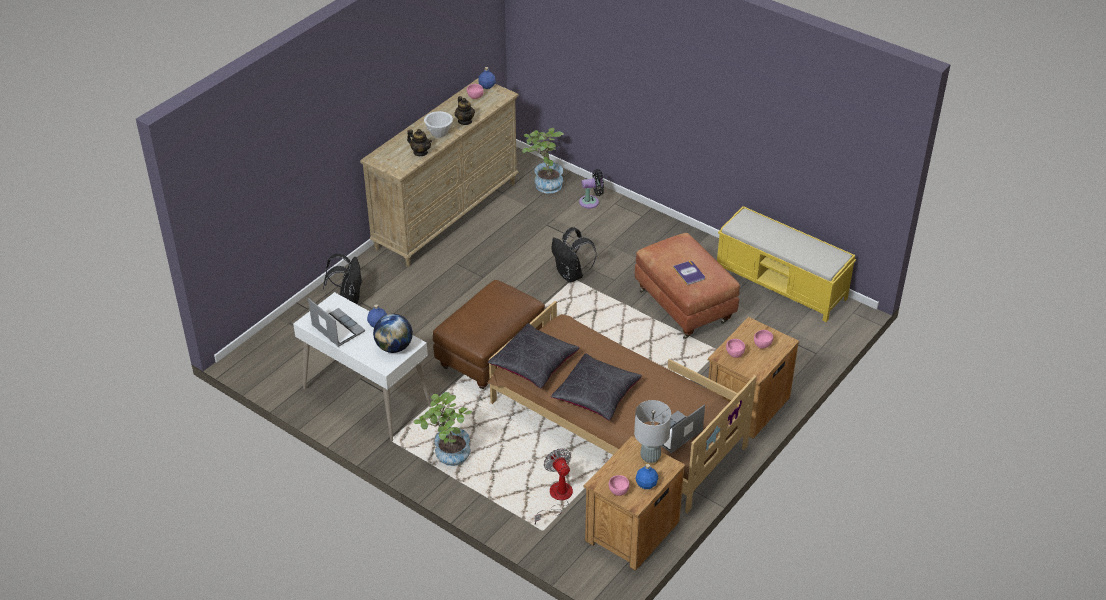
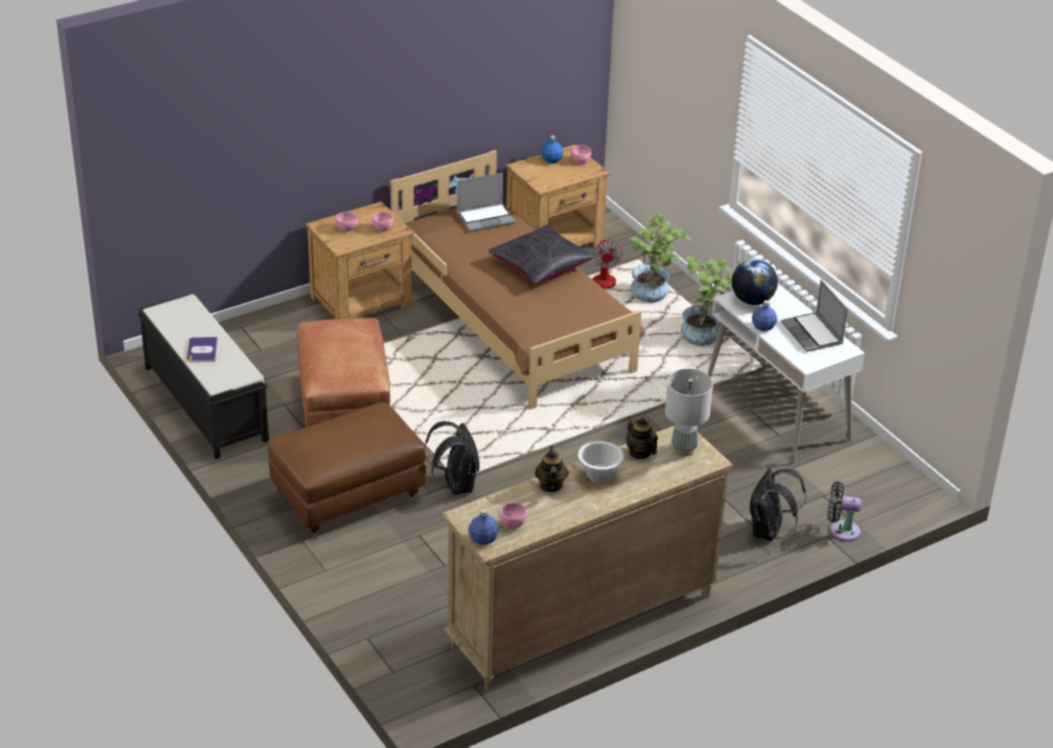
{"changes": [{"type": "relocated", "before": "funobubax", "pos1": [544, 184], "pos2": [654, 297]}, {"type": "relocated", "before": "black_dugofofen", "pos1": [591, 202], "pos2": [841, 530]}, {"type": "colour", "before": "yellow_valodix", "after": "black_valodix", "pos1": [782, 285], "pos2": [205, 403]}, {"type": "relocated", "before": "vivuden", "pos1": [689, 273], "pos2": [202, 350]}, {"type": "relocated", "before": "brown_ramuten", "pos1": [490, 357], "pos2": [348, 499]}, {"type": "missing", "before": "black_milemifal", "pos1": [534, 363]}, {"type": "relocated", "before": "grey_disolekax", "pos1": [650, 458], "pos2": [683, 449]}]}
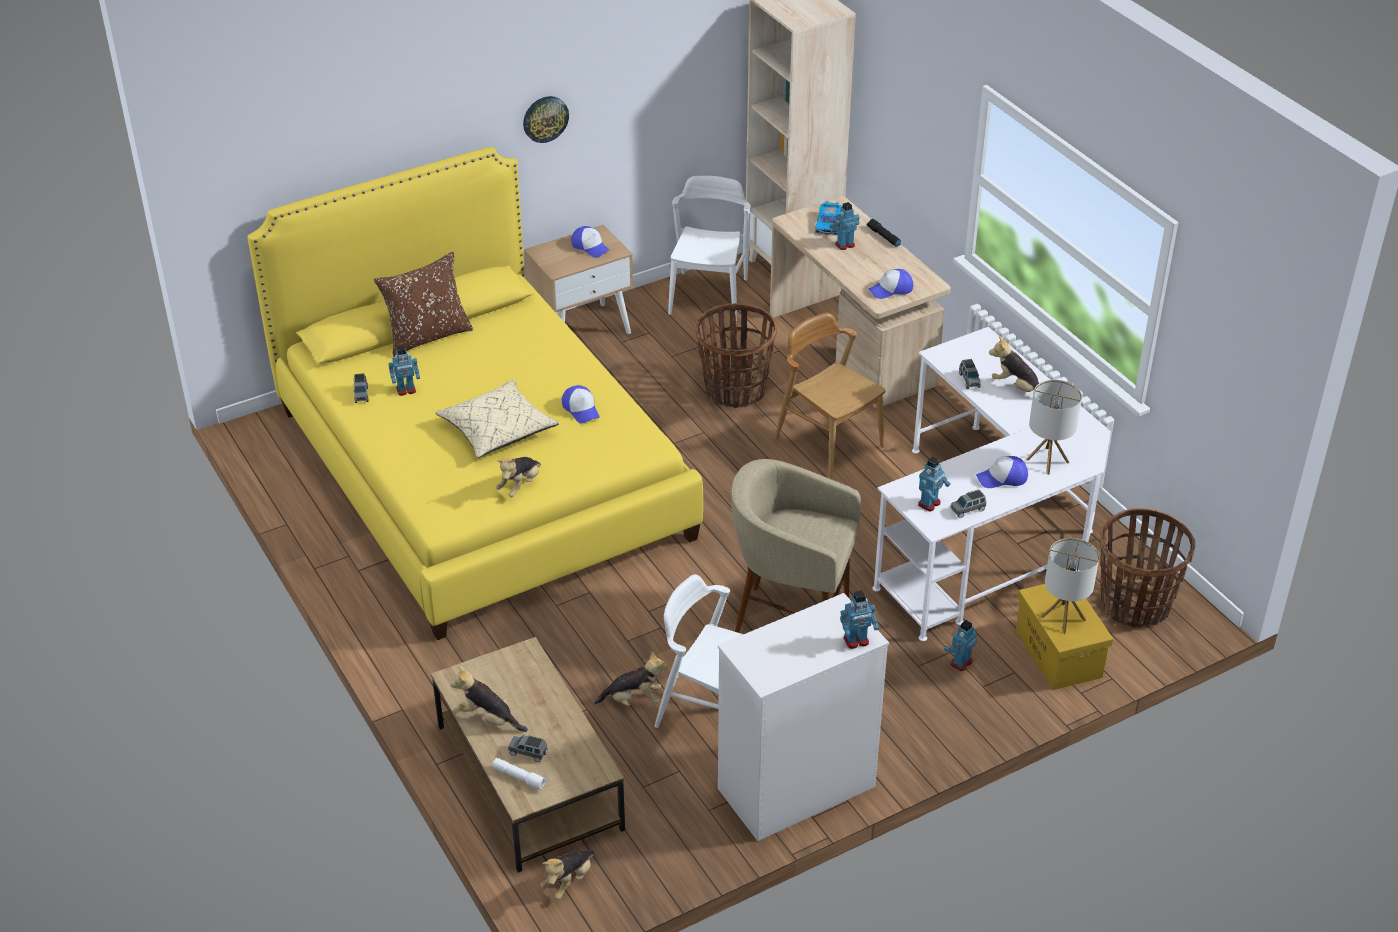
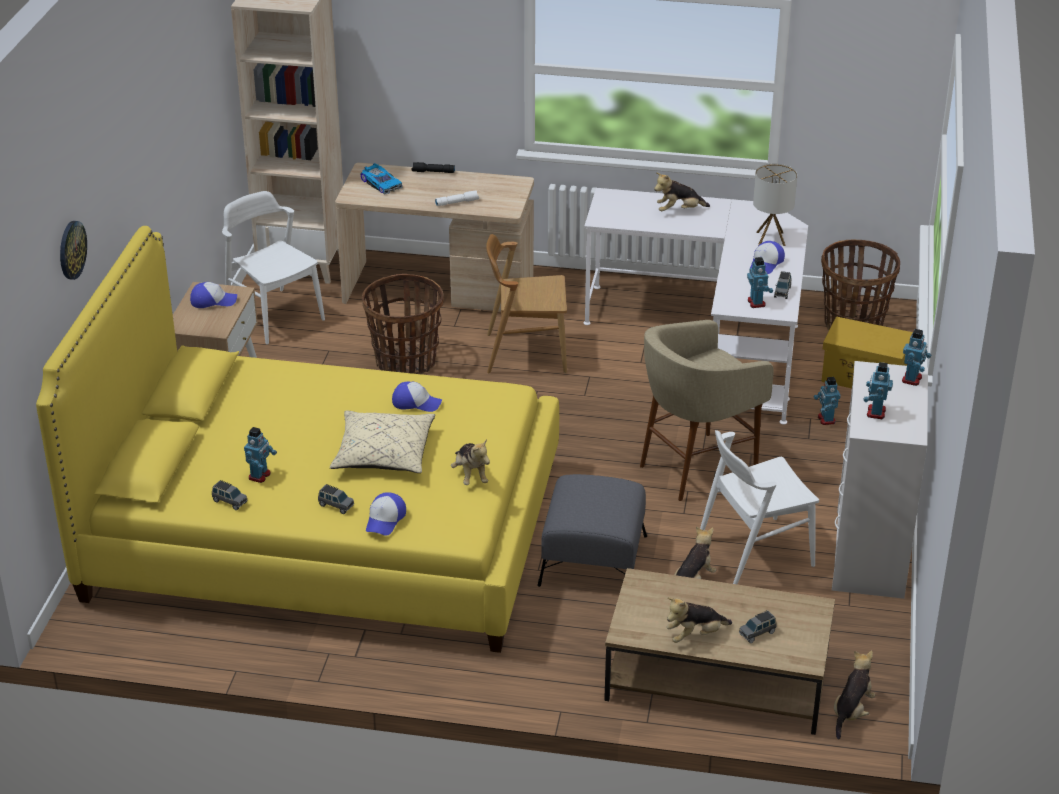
{"changes": [{"type": "relocated", "before": "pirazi", "pos1": [545, 118], "pos2": [71, 250]}, {"type": "relocated", "before": "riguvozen", "pos1": [844, 244], "pos2": [875, 412]}, {"type": "missing", "before": "brown_milemifal", "pos1": [427, 336]}, {"type": "relocated", "before": "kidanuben", "pos1": [891, 289], "pos2": [385, 520]}, {"type": "relocated", "before": "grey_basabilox", "pos1": [969, 380], "pos2": [335, 506]}, {"type": "missing", "before": "disolekax", "pos1": [1063, 618]}, {"type": "relocated", "before": "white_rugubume", "pos1": [520, 777], "pos2": [457, 202]}, {"type": "spun", "before": "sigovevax", "pos1": [568, 881], "pos2": [851, 712], "turn": -135}, {"type": "appeared", "after": "grey_ramuten", "pos2": [594, 560]}]}
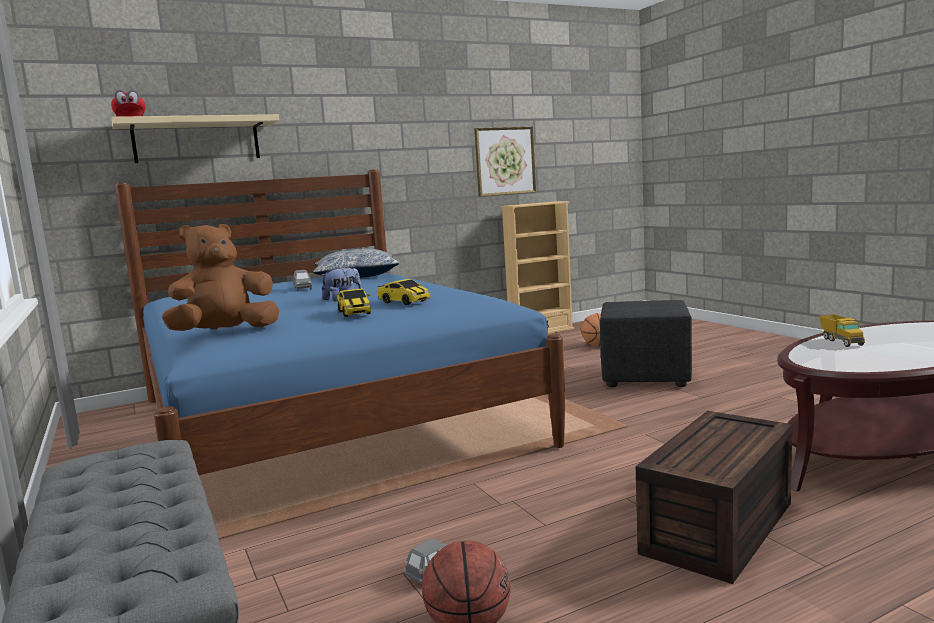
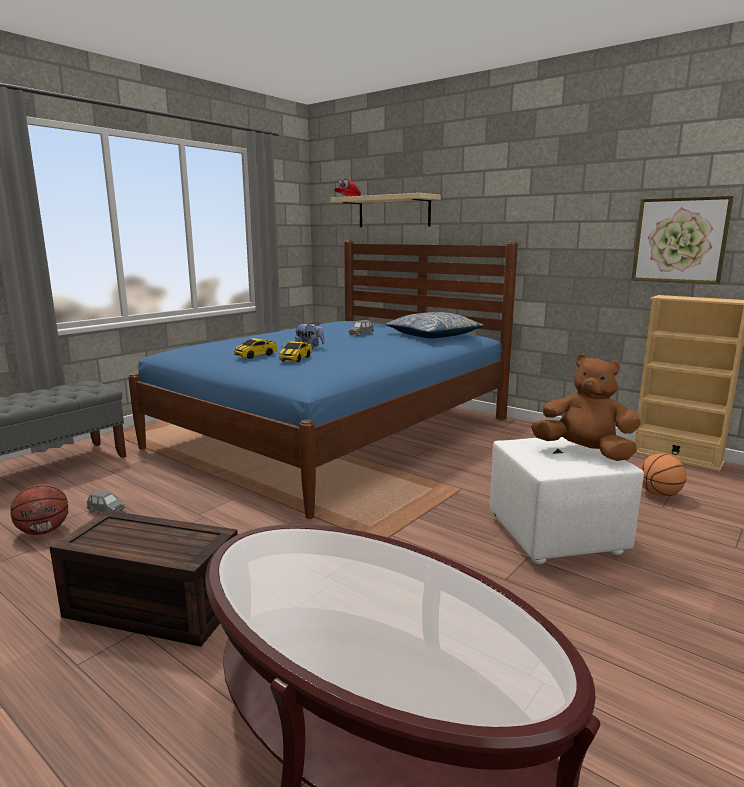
{"changes": [{"type": "relocated", "before": "brown_sigovevax", "pos1": [225, 333], "pos2": [584, 452]}, {"type": "colour", "before": "black_ramuten", "after": "white_ramuten", "pos1": [646, 376], "pos2": [557, 536]}, {"type": "missing", "before": "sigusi", "pos1": [841, 341]}]}
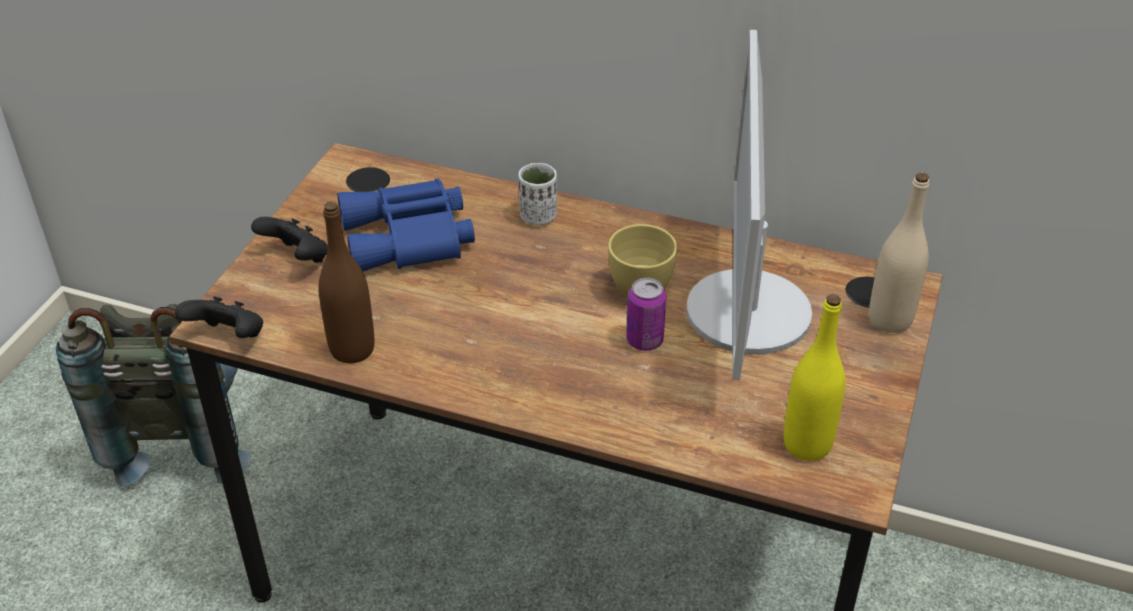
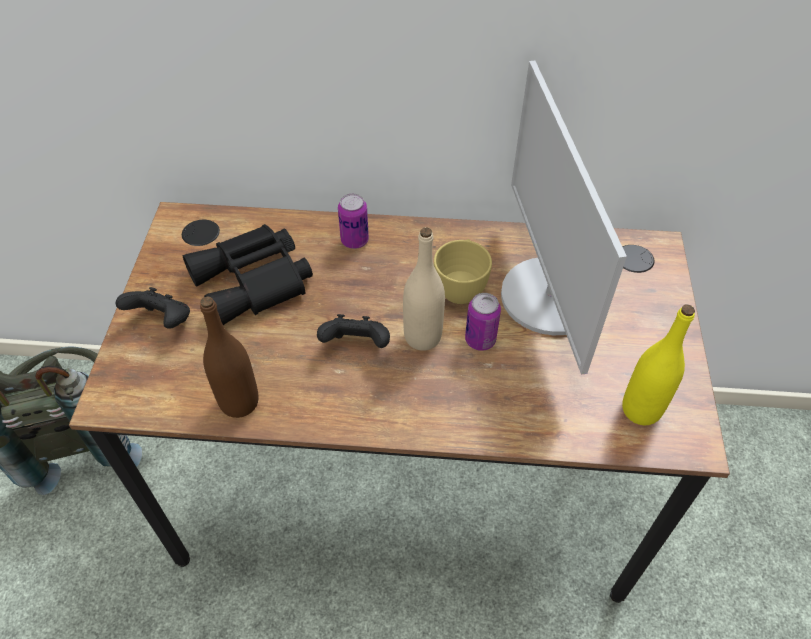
{"changes": [{"type": "exchanged", "before": "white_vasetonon", "after": "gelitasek", "pos1": [538, 216], "pos2": [354, 240]}, {"type": "relocated", "before": "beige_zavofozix", "pos1": [890, 319], "pos2": [422, 337]}, {"type": "colour", "before": "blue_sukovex", "after": "black_sukovex", "pos1": [410, 239], "pos2": [255, 282]}, {"type": "relocated", "before": "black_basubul", "pos1": [229, 337], "pos2": [356, 345]}]}
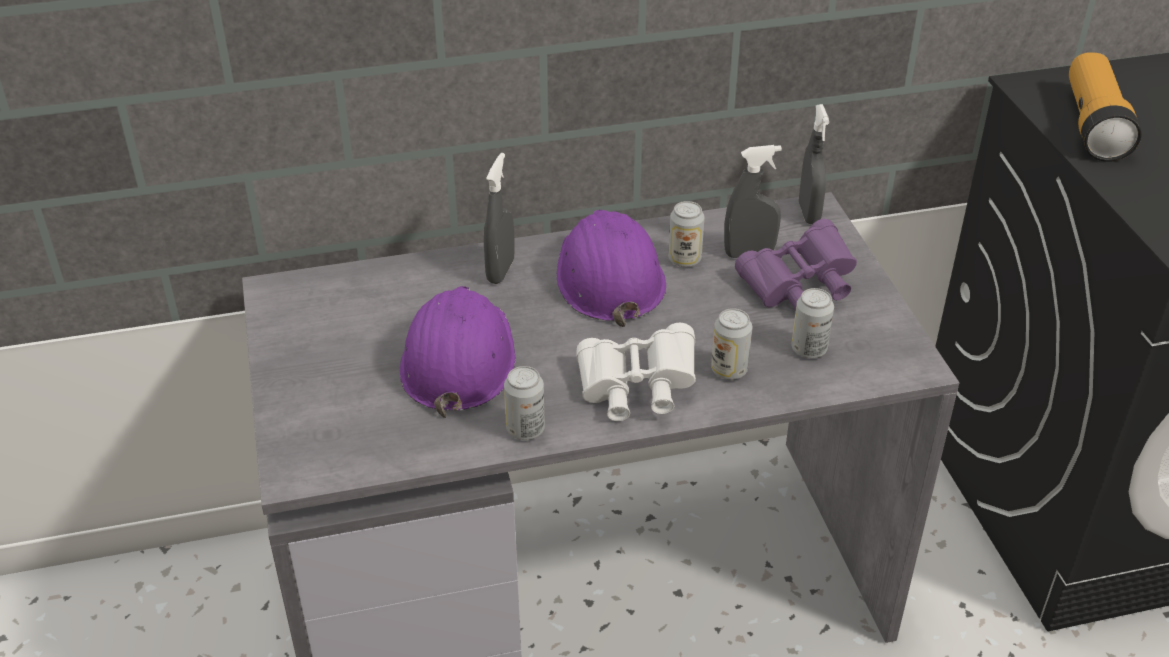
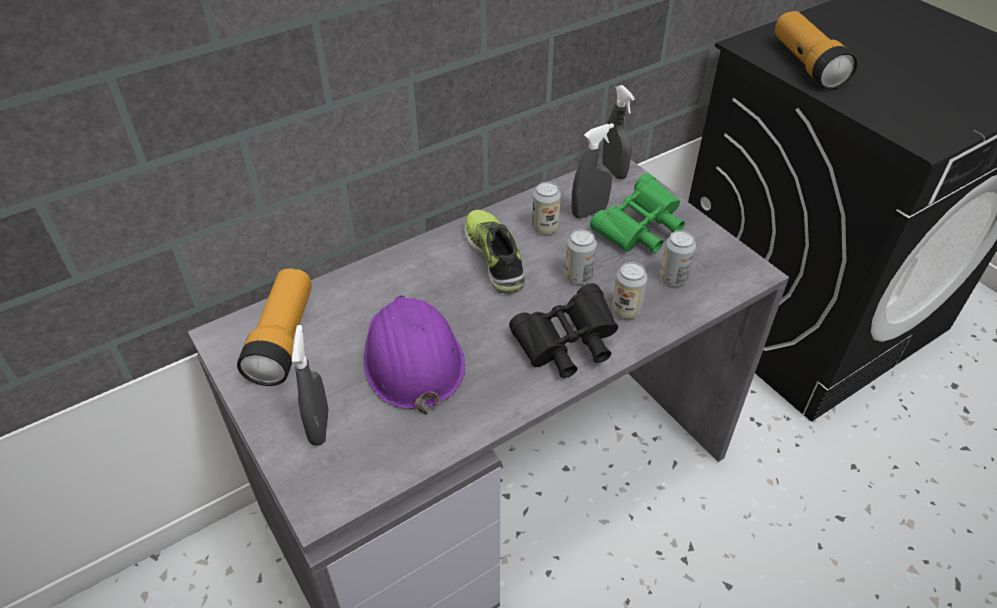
{"changes": [{"type": "relocated", "before": "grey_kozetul", "pos1": [500, 271], "pos2": [319, 427]}, {"type": "exchanged", "before": "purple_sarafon", "after": "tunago", "pos1": [608, 278], "pos2": [496, 257]}, {"type": "colour", "before": "purple_sukovex", "after": "green_sukovex", "pos1": [798, 288], "pos2": [639, 231]}, {"type": "colour", "before": "white_sukovex", "after": "black_sukovex", "pos1": [636, 390], "pos2": [566, 346]}, {"type": "relocated", "before": "gelitasek", "pos1": [525, 429], "pos2": [578, 277]}, {"type": "appeared", "after": "rugubume", "pos2": [283, 339]}]}
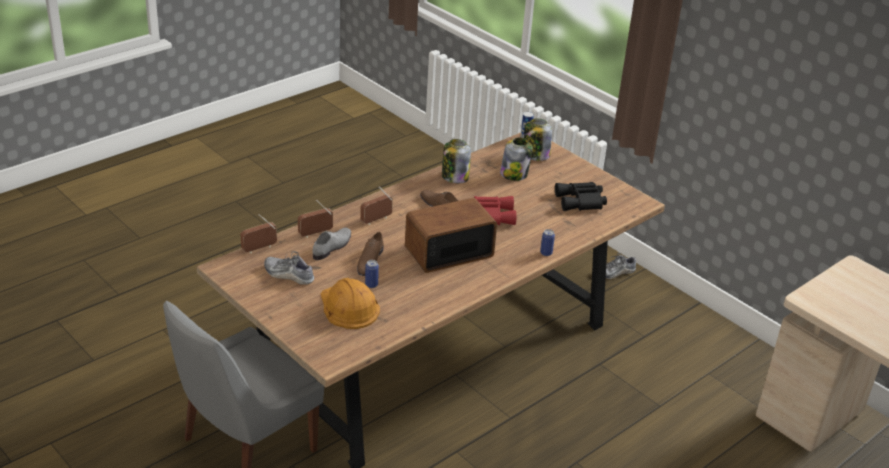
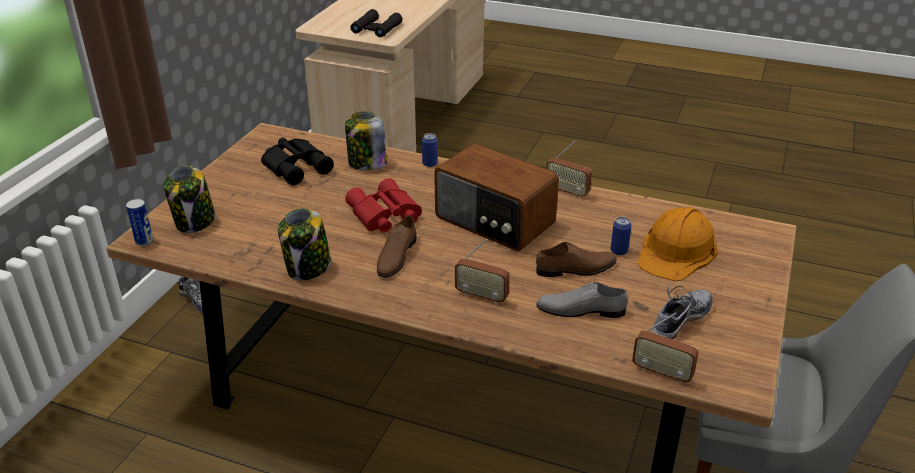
{"changes": [{"type": "relocated", "before": "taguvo", "pos1": [514, 174], "pos2": [366, 164]}, {"type": "relocated", "before": "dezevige", "pos1": [315, 233], "pos2": [567, 191]}, {"type": "spun", "before": "tunago", "pos1": [289, 275], "pos2": [680, 320], "turn": -135}, {"type": "appeared", "after": "black_sukovex", "pos2": [376, 29]}]}
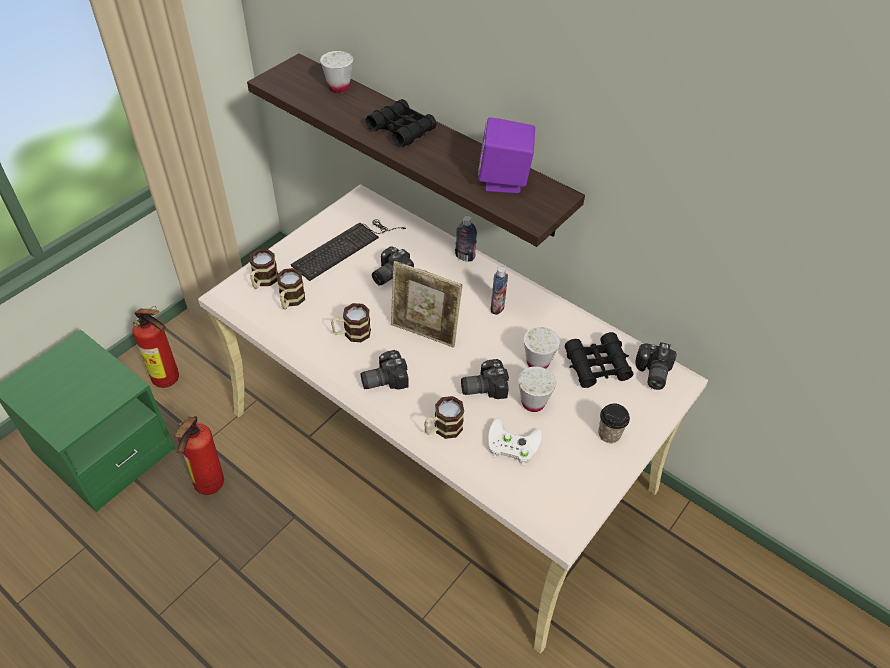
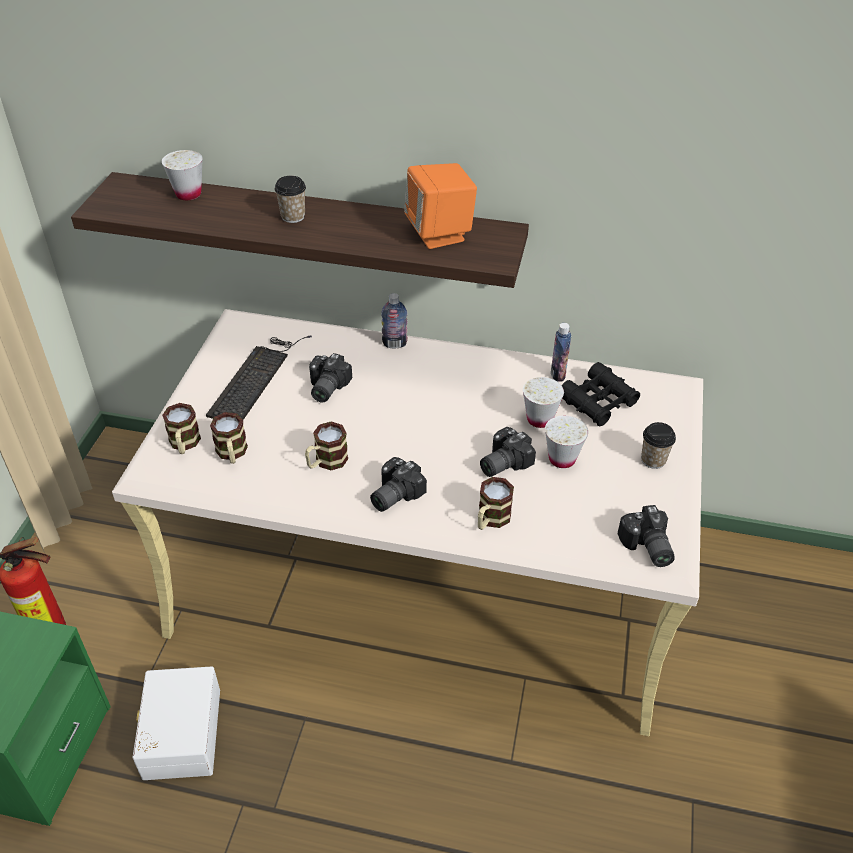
{"changes": [{"type": "exchanged", "before": "black_sukovex", "after": "vasetonon", "pos1": [401, 130], "pos2": [293, 216]}, {"type": "colour", "before": "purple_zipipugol", "after": "orange_zipipugol", "pos1": [504, 180], "pos2": [439, 234]}, {"type": "missing", "before": "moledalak", "pos1": [424, 333]}, {"type": "relocated", "before": "zavofozix", "pos1": [497, 307], "pos2": [558, 374]}, {"type": "relocated", "before": "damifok", "pos1": [651, 373], "pos2": [646, 548]}, {"type": "exchanged", "before": "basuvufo", "after": "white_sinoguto", "pos1": [208, 487], "pos2": [179, 733]}, {"type": "missing", "before": "white_basubul", "pos1": [511, 444]}]}
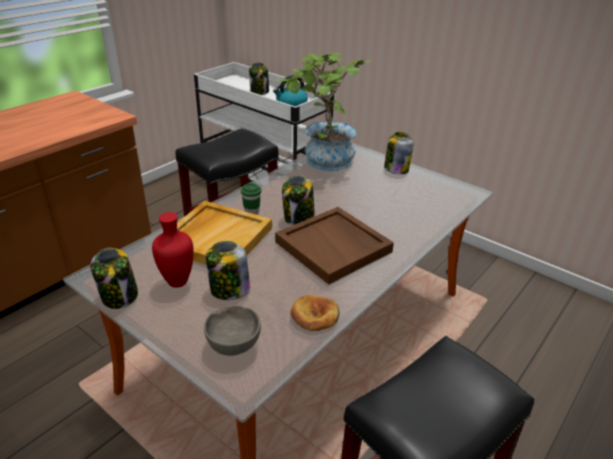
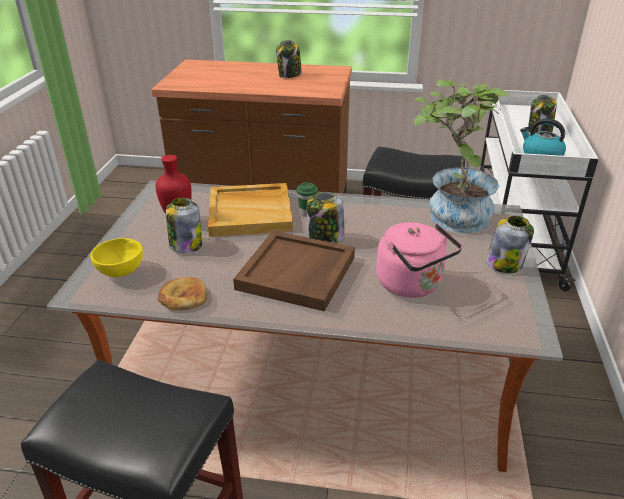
{"changes": [{"type": "relocated", "before": "taguvo", "pos1": [119, 296], "pos2": [289, 75]}, {"type": "colour", "before": "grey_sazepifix", "after": "yellow_sazepifix", "pos1": [234, 345], "pos2": [122, 272]}, {"type": "appeared", "after": "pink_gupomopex", "pos2": [412, 285]}]}
